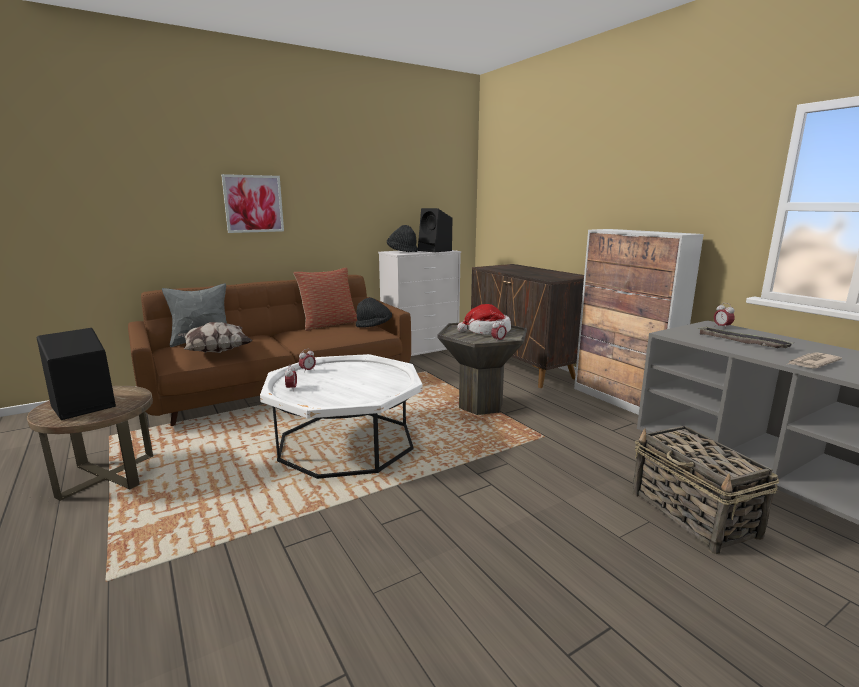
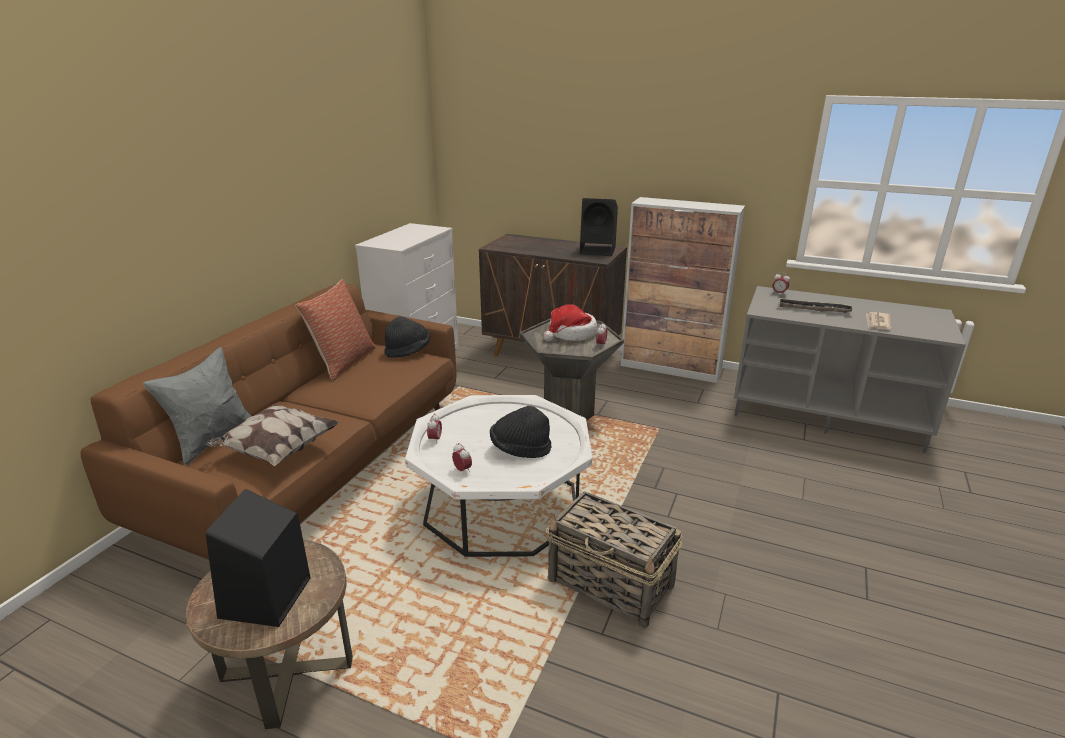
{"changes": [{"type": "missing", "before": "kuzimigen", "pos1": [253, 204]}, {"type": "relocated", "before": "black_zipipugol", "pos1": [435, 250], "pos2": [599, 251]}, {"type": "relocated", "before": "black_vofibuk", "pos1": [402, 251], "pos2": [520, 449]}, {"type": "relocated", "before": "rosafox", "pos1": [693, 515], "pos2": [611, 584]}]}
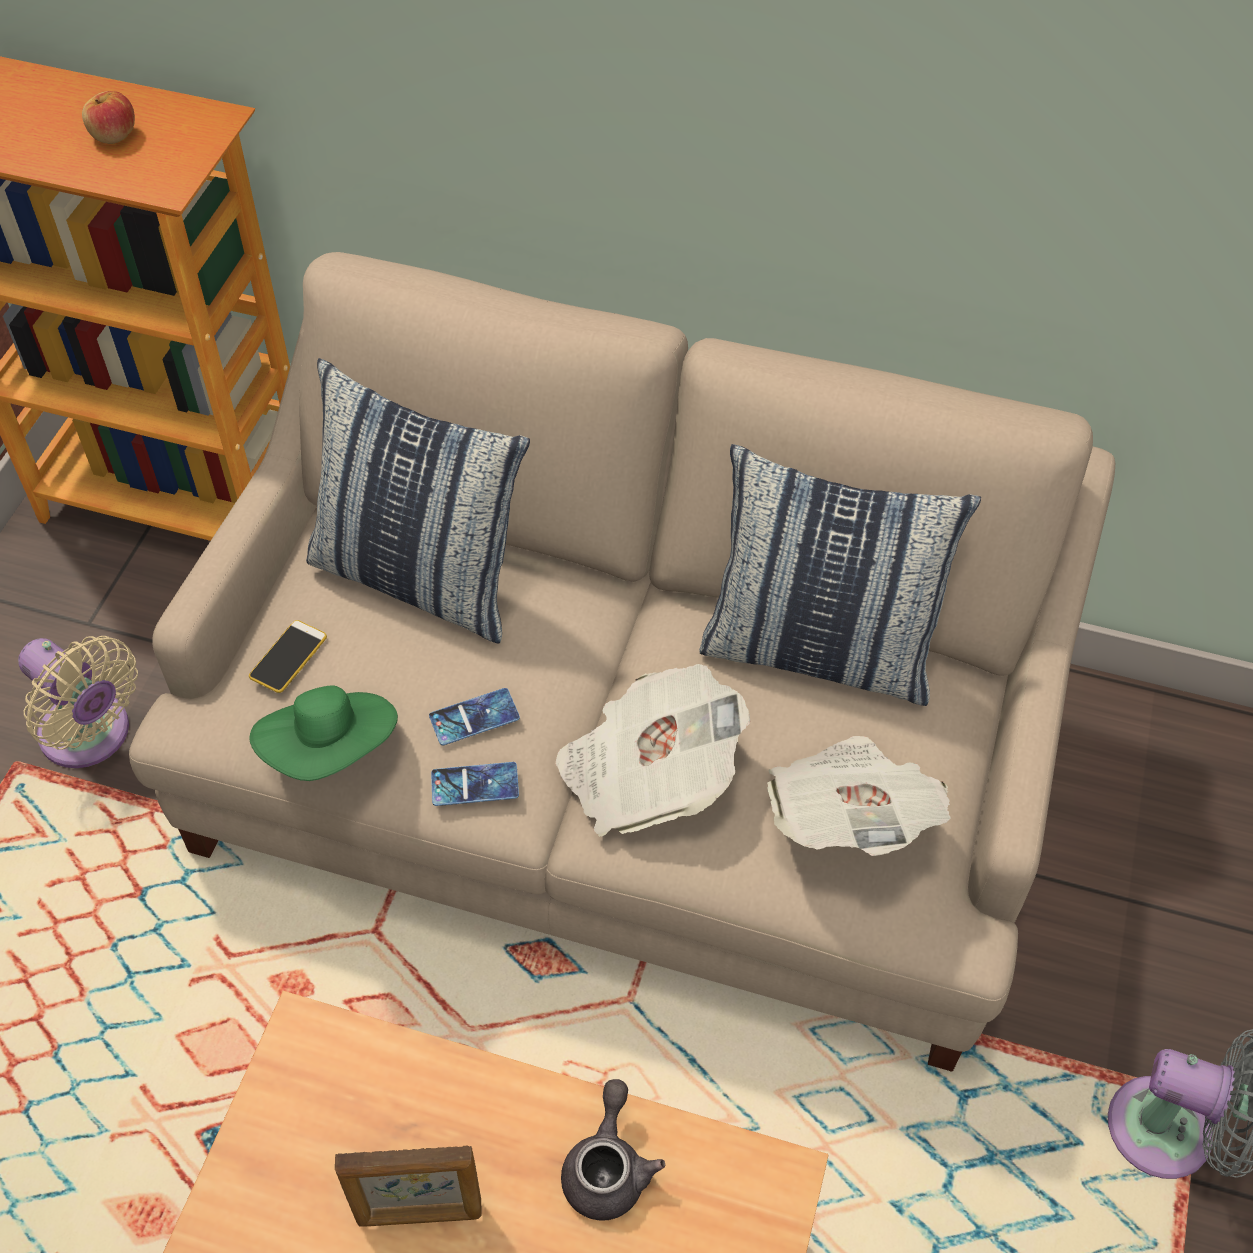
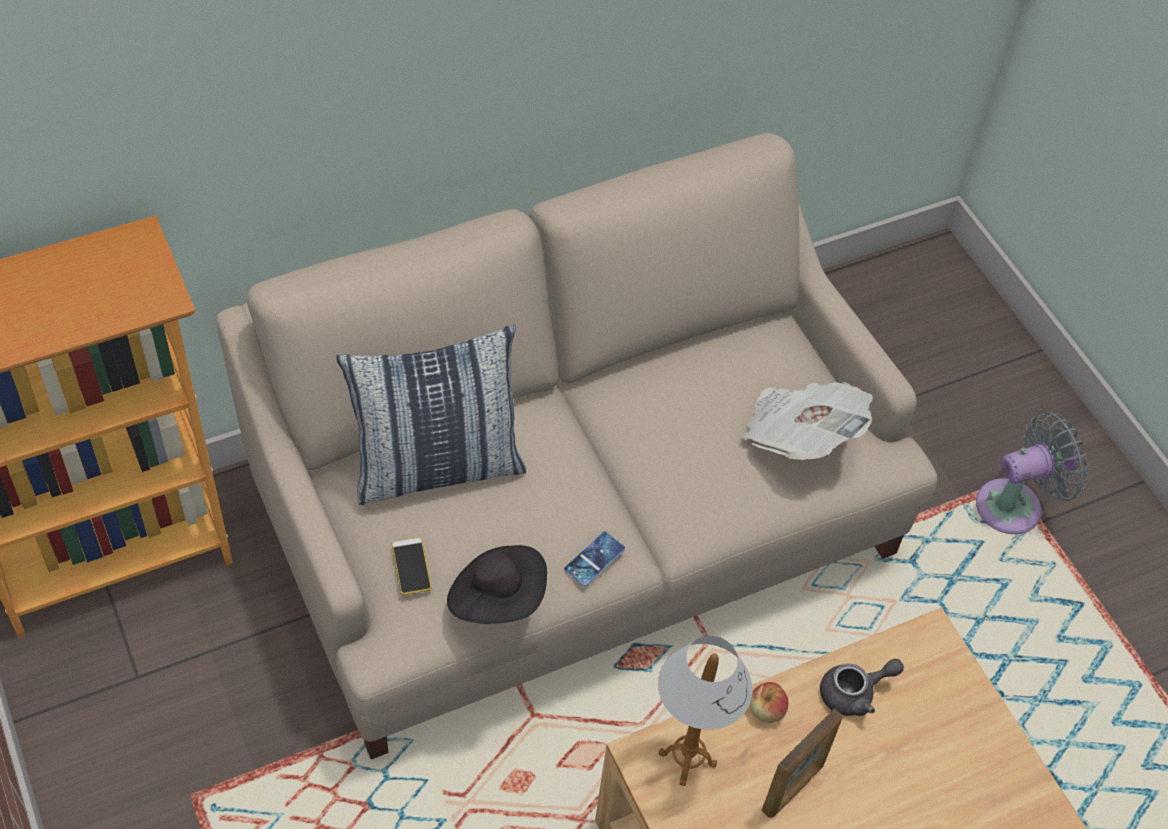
{"changes": [{"type": "relocated", "before": "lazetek", "pos1": [113, 135], "pos2": [766, 710]}, {"type": "missing", "before": "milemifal", "pos1": [818, 651]}, {"type": "missing", "before": "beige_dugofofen", "pos1": [91, 736]}, {"type": "missing", "before": "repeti", "pos1": [647, 775]}, {"type": "colour", "before": "green_vofibuk", "after": "black_vofibuk", "pos1": [331, 749], "pos2": [498, 598]}, {"type": "missing", "before": "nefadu", "pos1": [474, 717]}, {"type": "spun", "before": "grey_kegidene", "pos1": [608, 1167], "pos2": [854, 693], "turn": 105}, {"type": "appeared", "after": "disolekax", "pos2": [687, 758]}]}
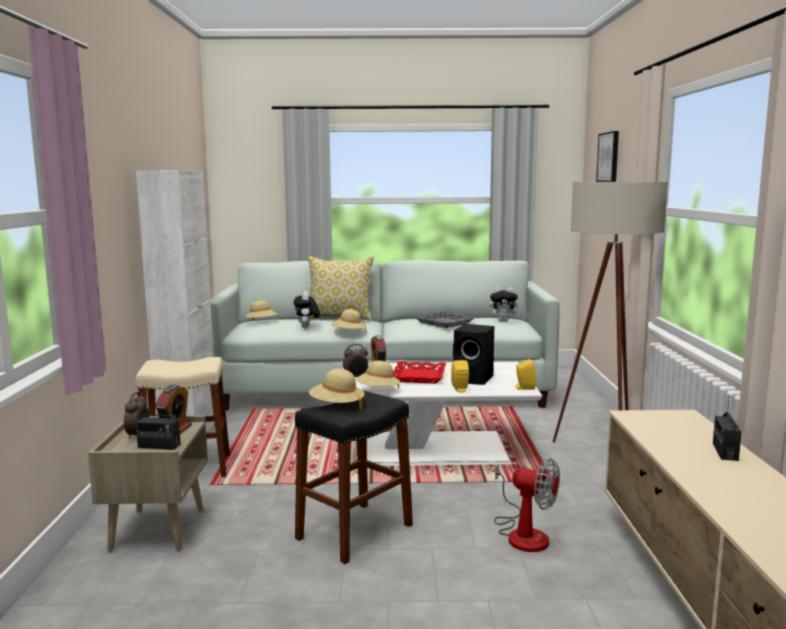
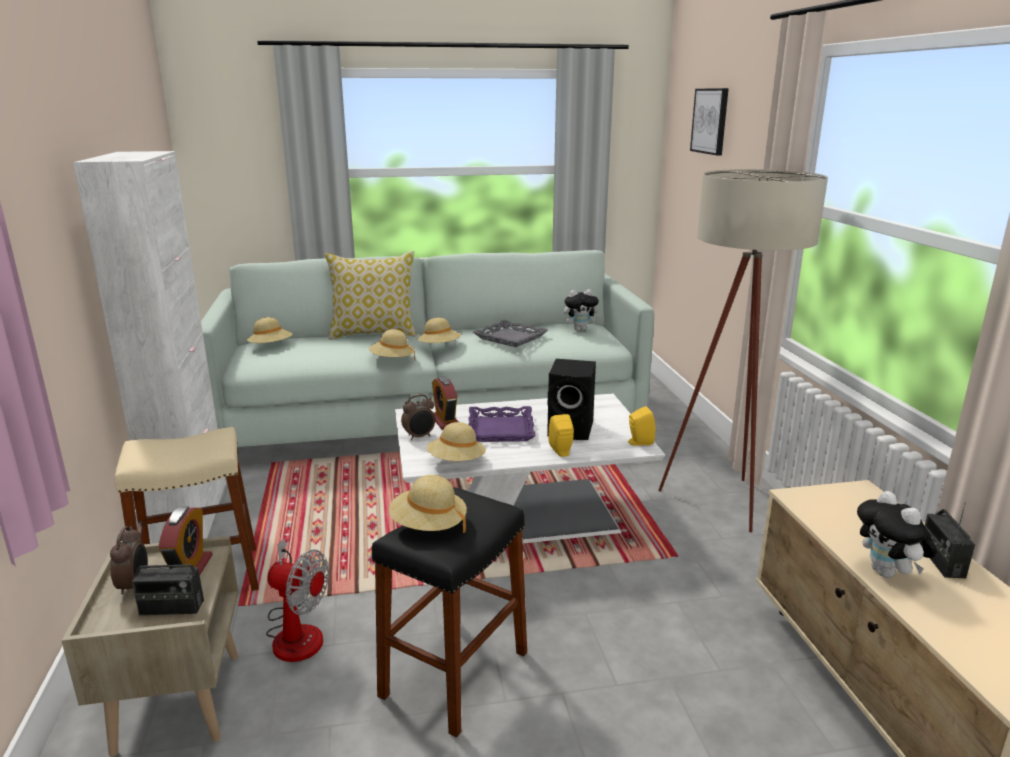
{"changes": [{"type": "relocated", "before": "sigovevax", "pos1": [307, 327], "pos2": [887, 573]}, {"type": "colour", "before": "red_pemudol", "after": "purple_pemudol", "pos1": [418, 376], "pos2": [500, 429]}, {"type": "relocated", "before": "dugofofen", "pos1": [523, 533], "pos2": [296, 631]}, {"type": "appeared", "after": "beige_vofibuk", "pos2": [439, 347]}]}
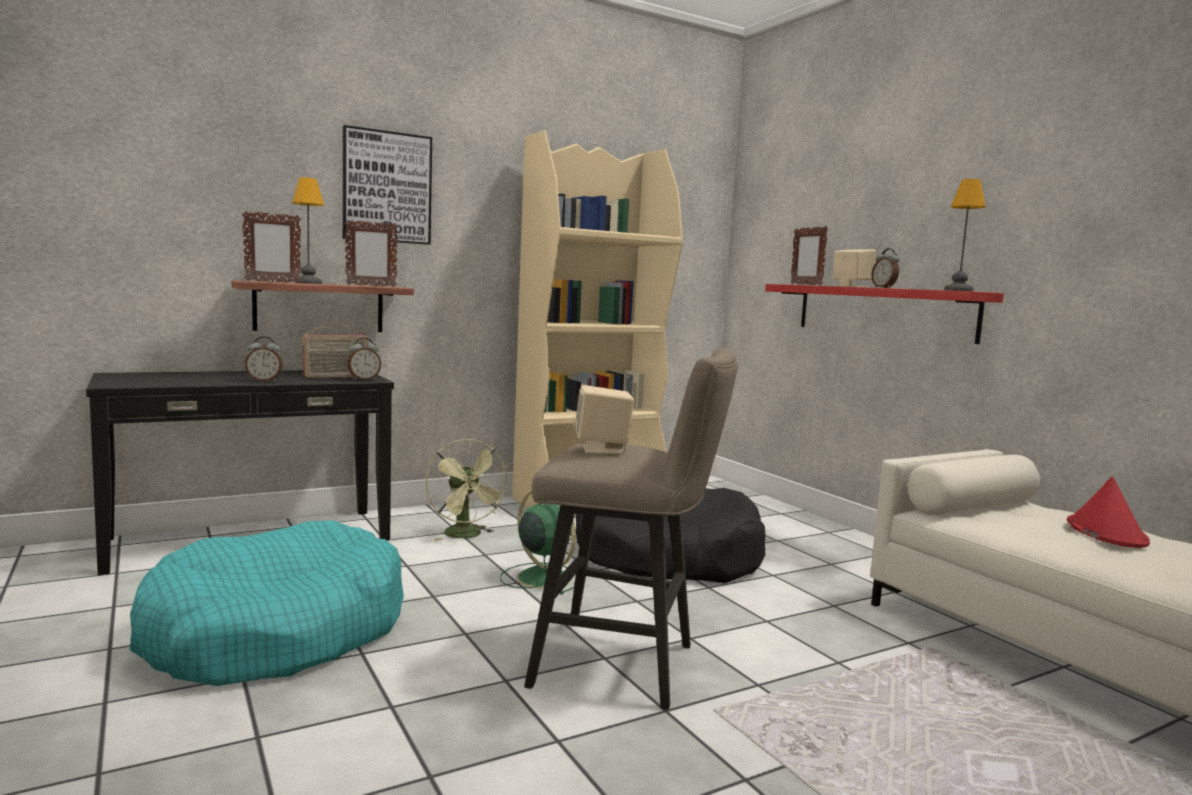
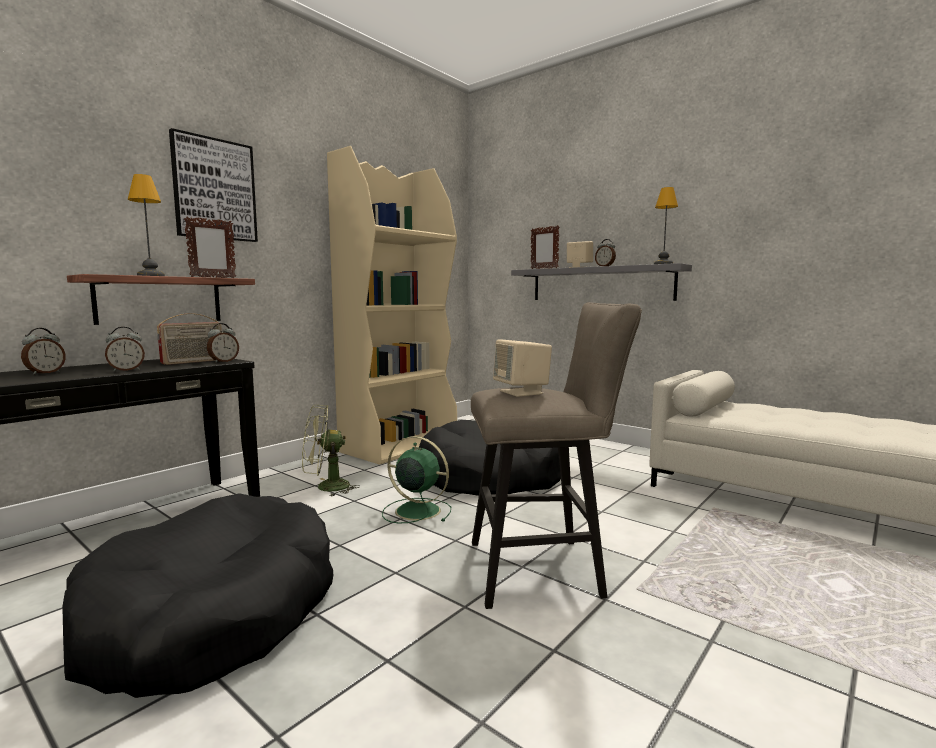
{"changes": [{"type": "missing", "before": "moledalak", "pos1": [272, 282]}, {"type": "colour", "before": "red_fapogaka", "after": "grey_fapogaka", "pos1": [882, 311], "pos2": [600, 284]}, {"type": "spun", "before": "green_dugofofen", "pos1": [466, 536], "pos2": [326, 488], "turn": 120}, {"type": "missing", "before": "red_vofibuk", "pos1": [1105, 532]}, {"type": "colour", "before": "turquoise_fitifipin", "after": "black_fitifipin", "pos1": [276, 632], "pos2": [213, 614]}, {"type": "appeared", "after": "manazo", "pos2": [45, 373]}]}
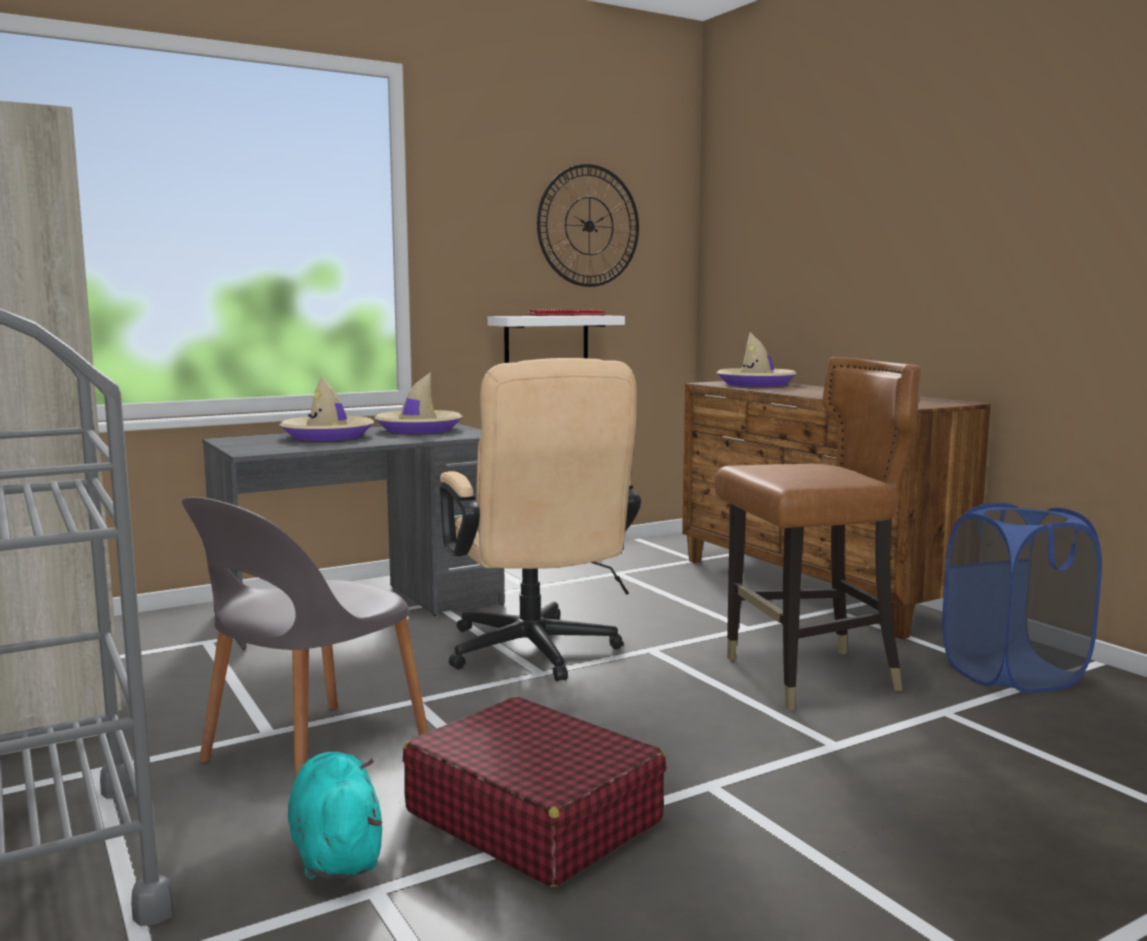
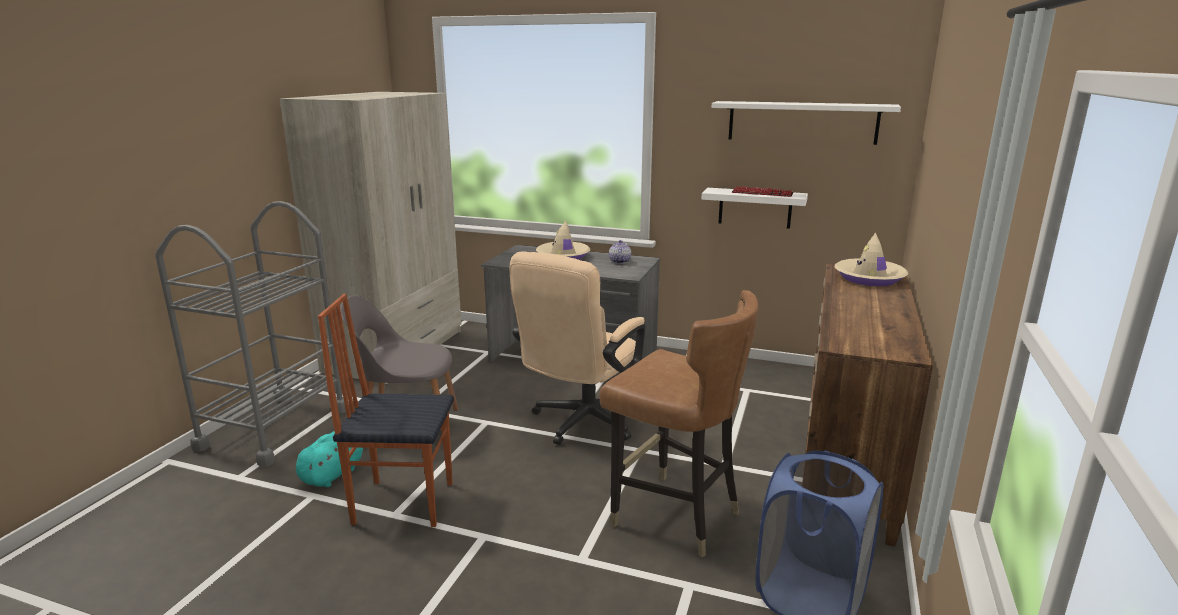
{"changes": [{"type": "exchanged", "before": "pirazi", "after": "white_fapogaka", "pos1": [589, 226], "pos2": [802, 122]}, {"type": "exchanged", "before": "beige_vofibuk", "after": "kegidene", "pos1": [418, 429], "pos2": [619, 261]}, {"type": "exchanged", "before": "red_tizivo", "after": "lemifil", "pos1": [533, 816], "pos2": [403, 502]}]}
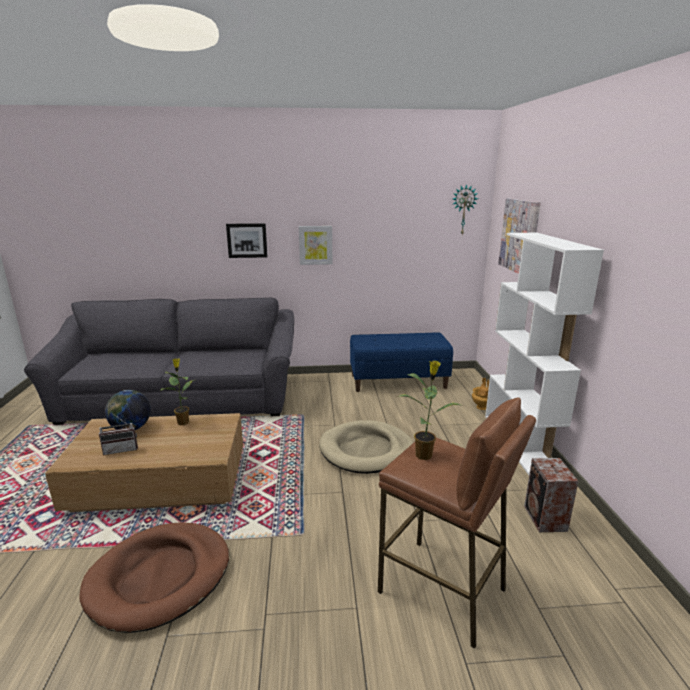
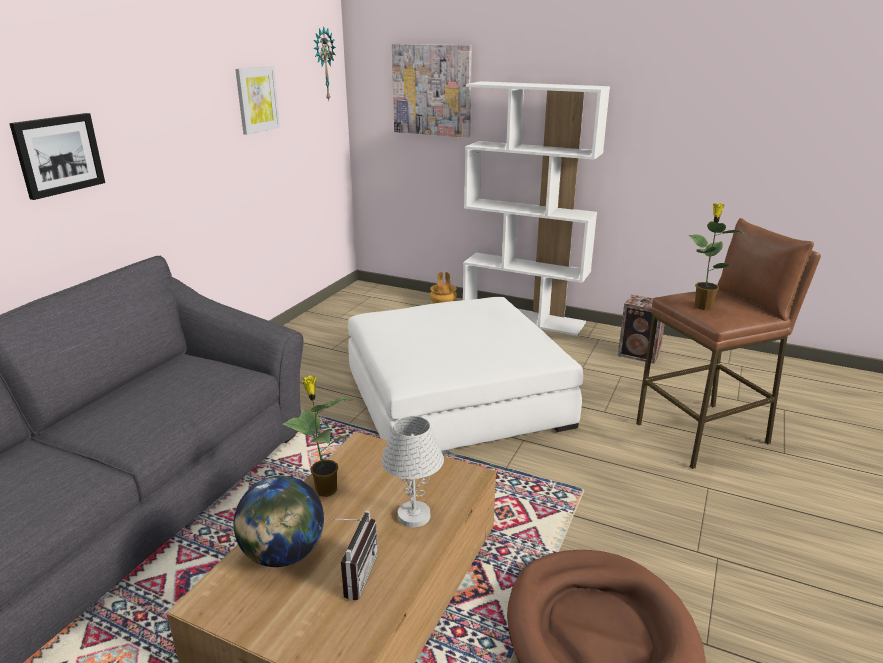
{"changes": [{"type": "relocated", "before": "kuzimigen", "pos1": [315, 245], "pos2": [257, 99]}, {"type": "missing", "before": "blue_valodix", "pos1": [398, 381]}, {"type": "exchanged", "before": "beige_fitifipin", "after": "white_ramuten", "pos1": [366, 450], "pos2": [456, 398]}, {"type": "appeared", "after": "white_disolekax", "pos2": [414, 516]}]}
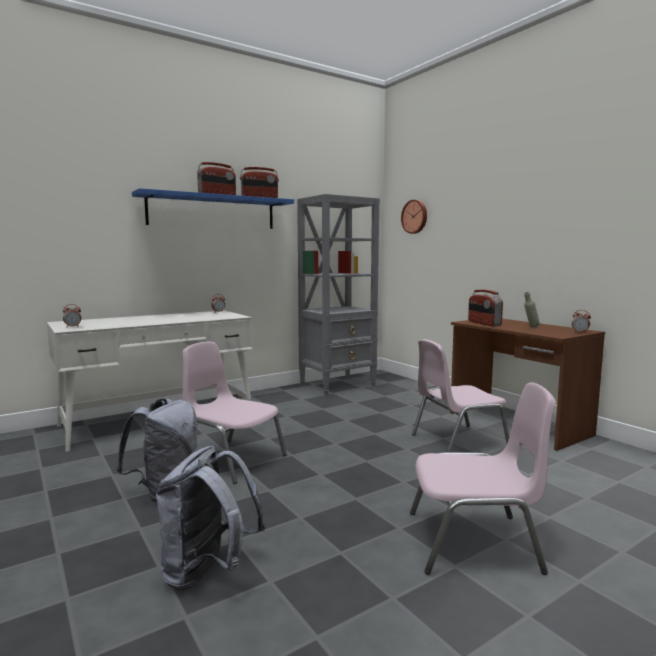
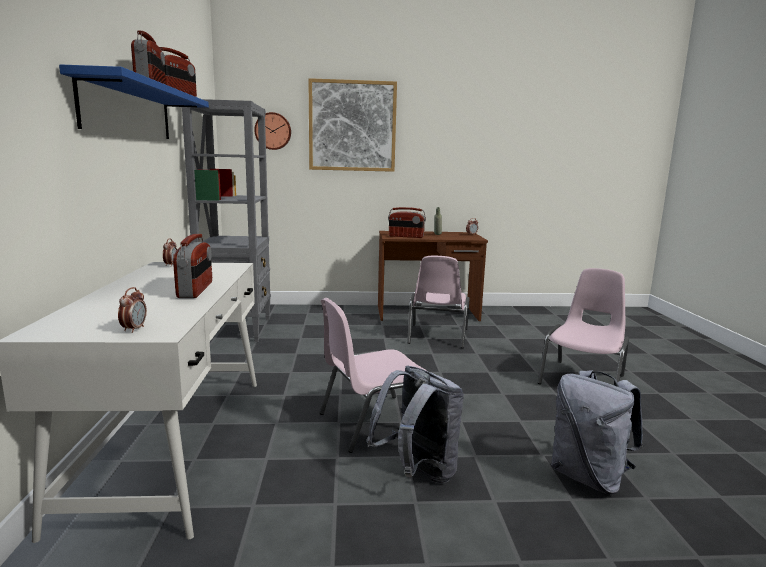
{"changes": [{"type": "appeared", "after": "kuzimigen", "pos2": [352, 126]}, {"type": "appeared", "after": "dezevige", "pos2": [196, 290]}]}
